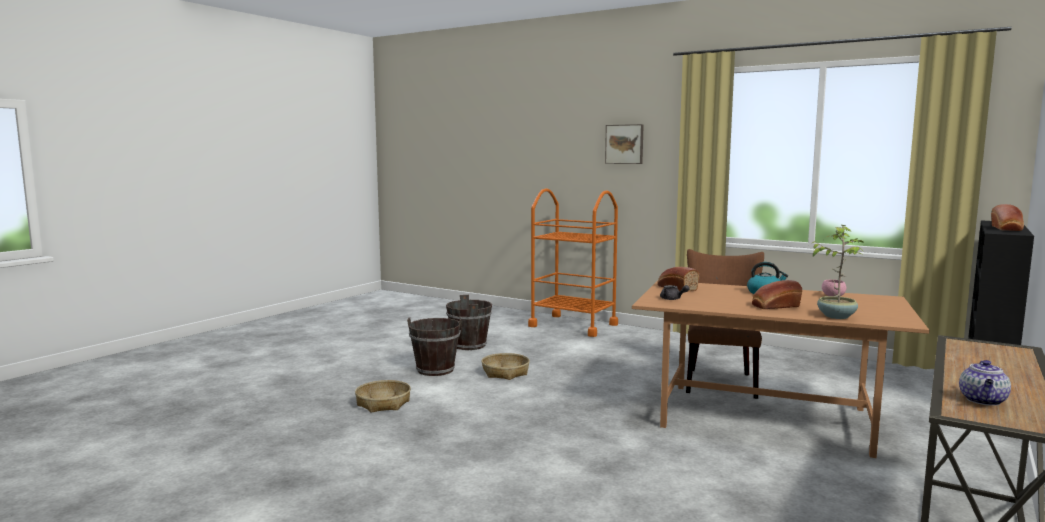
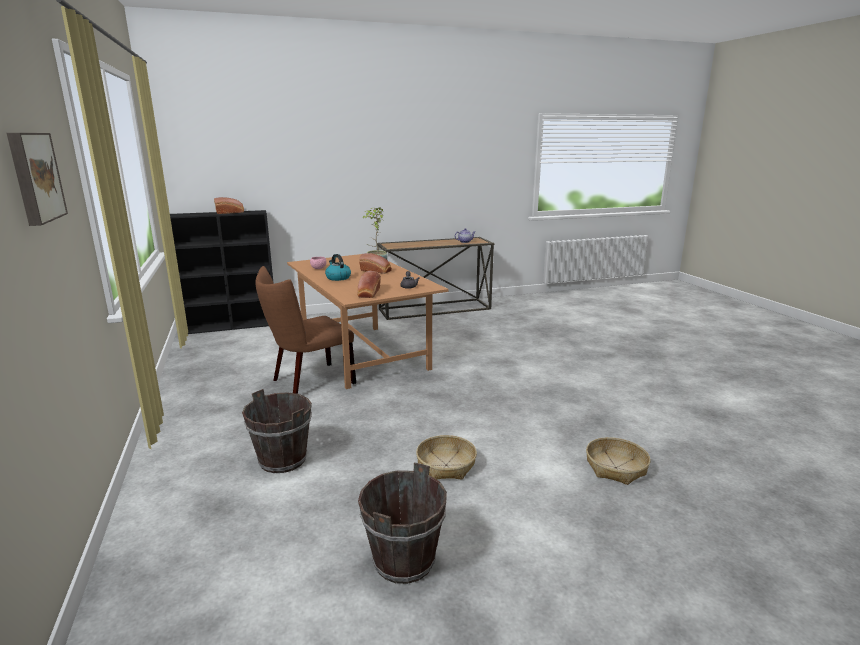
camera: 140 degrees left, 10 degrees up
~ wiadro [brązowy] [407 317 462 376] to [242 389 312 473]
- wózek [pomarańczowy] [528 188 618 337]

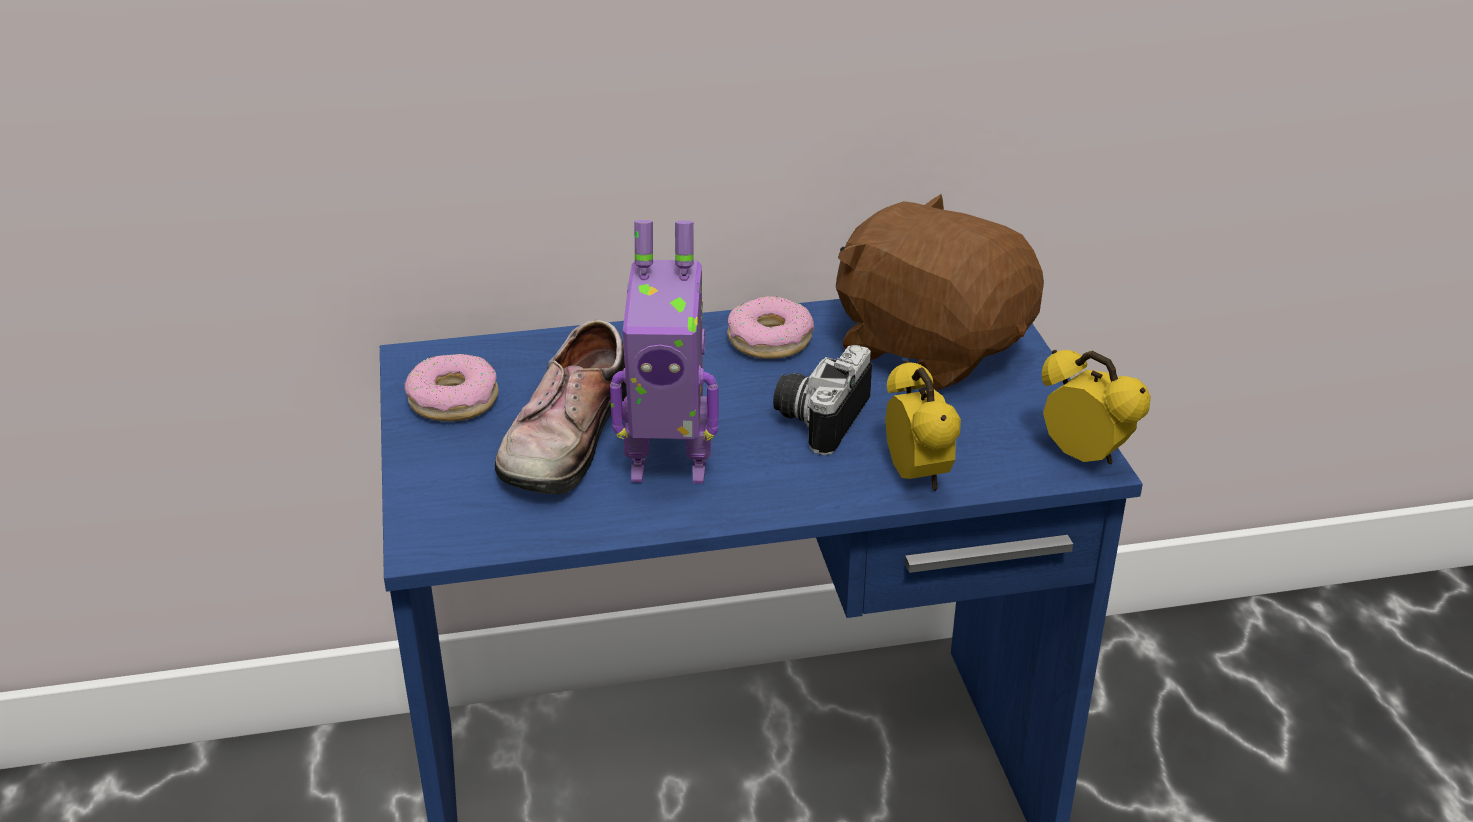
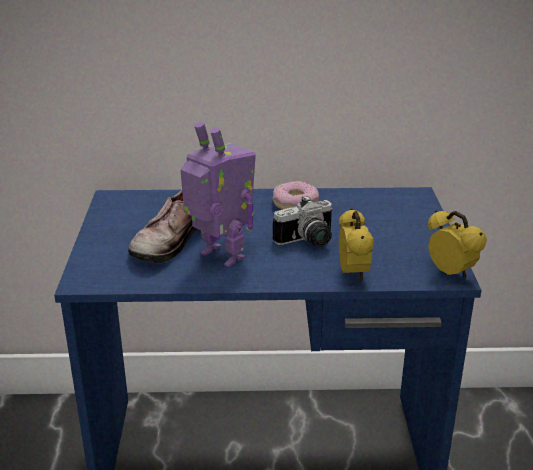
camera: 10 degrees right, 5 degrees down
- donut [404 354 499 421]
~ robot zabawkowy [610 220 718 484] = [180 122 256 267] 150 degrees counterclockwise
~ aparat fotograficzny [773 345 872 455] = [273 195 333 247] 150 degrees counterclockwise
- pluszak [brązowy] [836 194 1044 390]

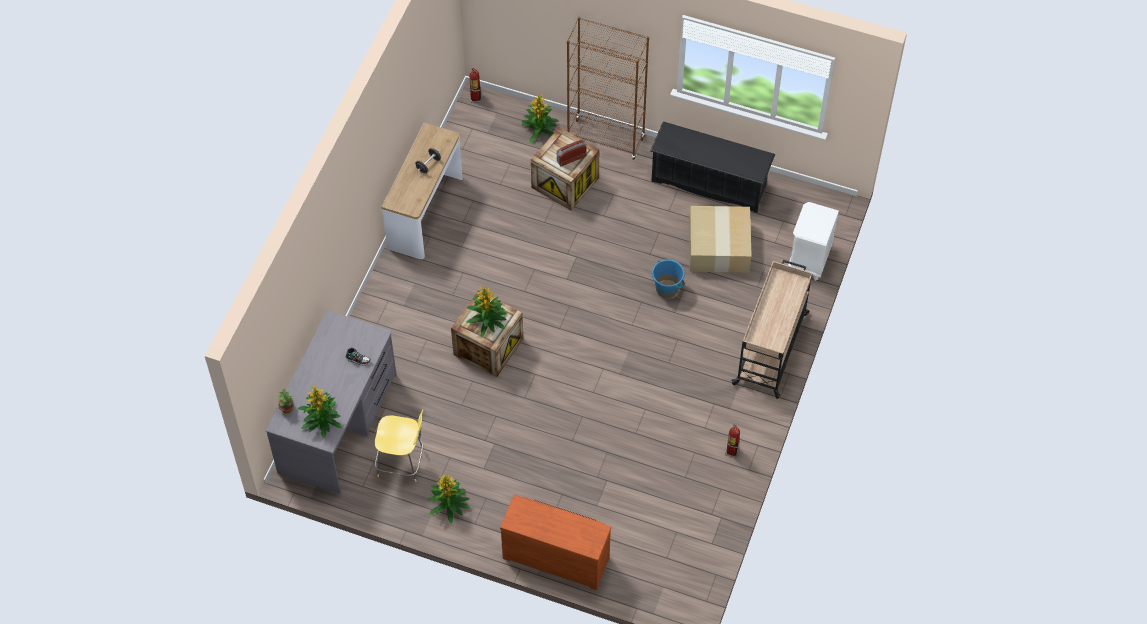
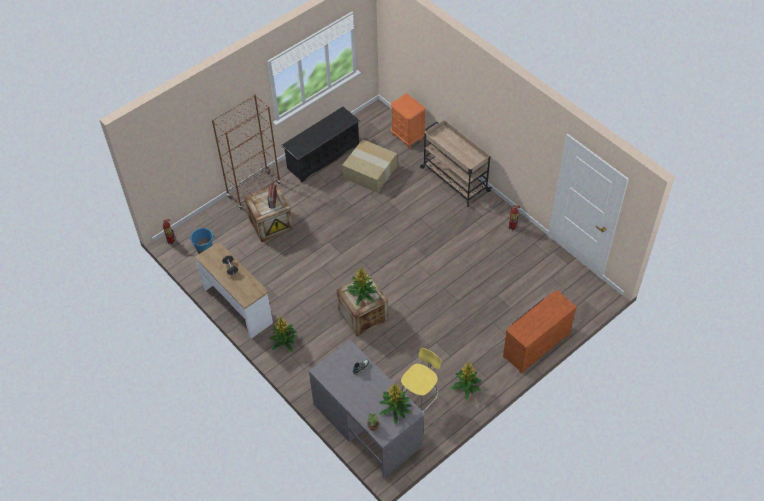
camera: 60 degrees left, 5 degrees down
~ roślina doniczkowa [521 93 559 143] to [269 316 298 352]
~ wiadro [niebieski] [652 259 685 298] to [189 228 215 254]
~ szafka nocna [biały] [788 202 839 281] to szafka nocna [pomarańczowy] [391 93 426 149]

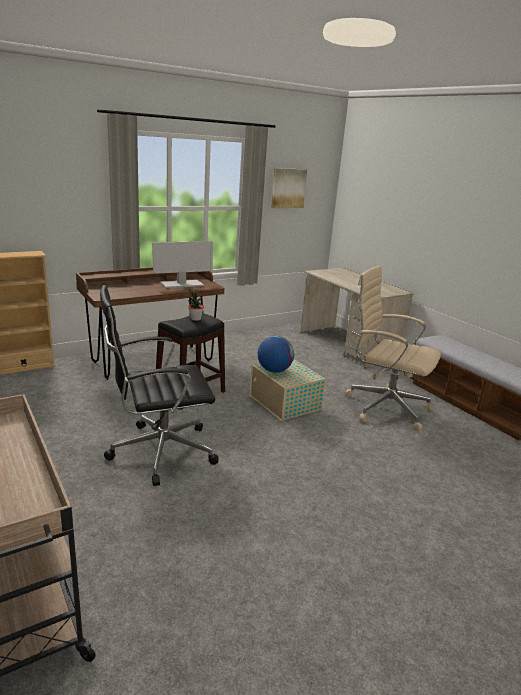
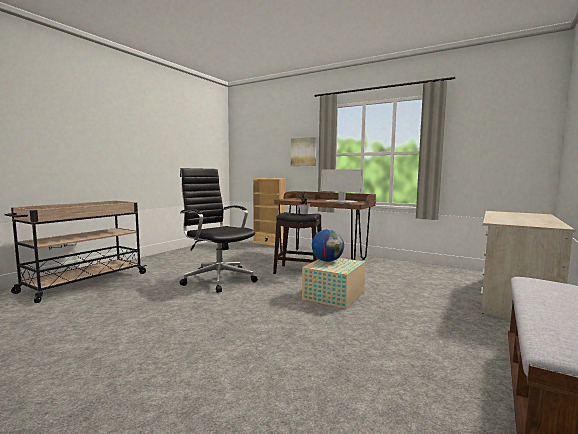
camera: 65 degrees right, 15 degrees down
~ obraz [271 168 307 208] to [291 137 316 166]
- krzesło biurowe [beżowy] [345 266 441 431]

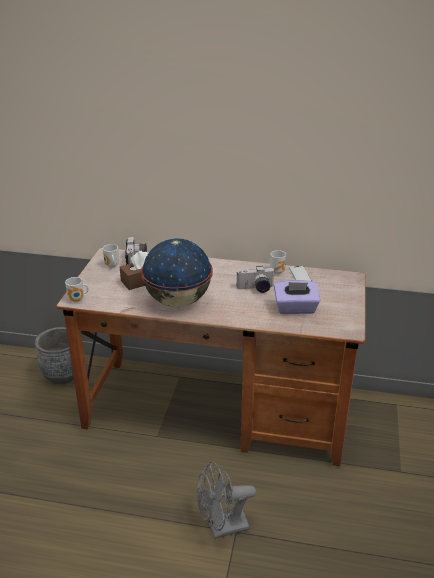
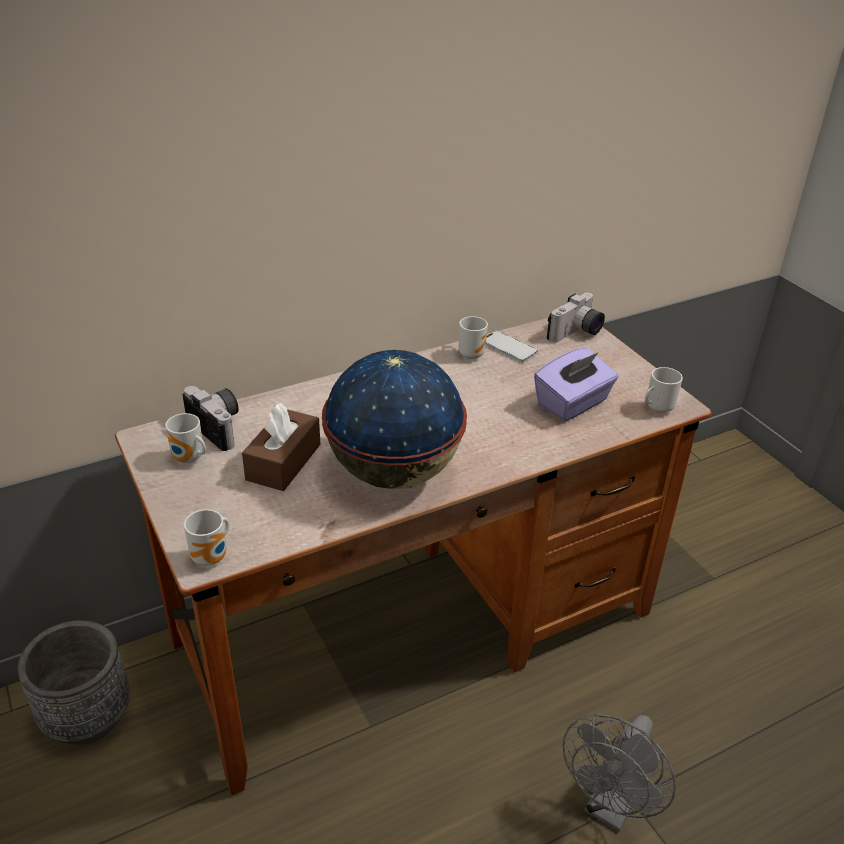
camera: 40 degrees left, 5 degrees up
~ aparat fotograficzny [237 266 274 293] to [547 293 605 343]
+ kubek [645 367 683 413]

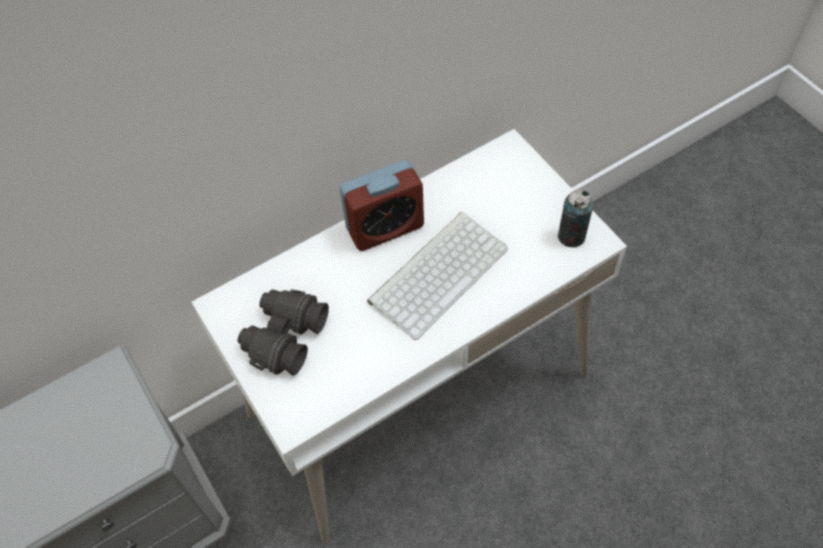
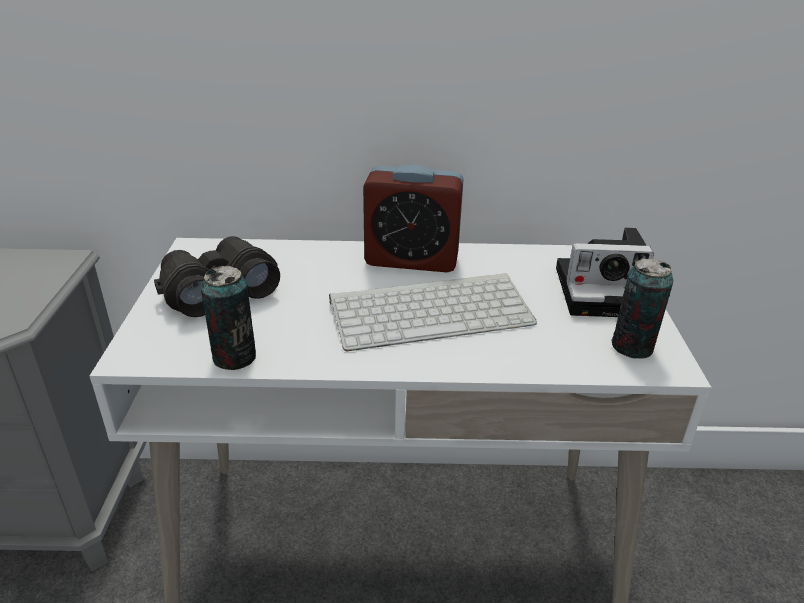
camera: 30 degrees right, 25 degrees down
+ puszka [201 266 256 370]
+ aparat fotograficzny [556 227 654 317]

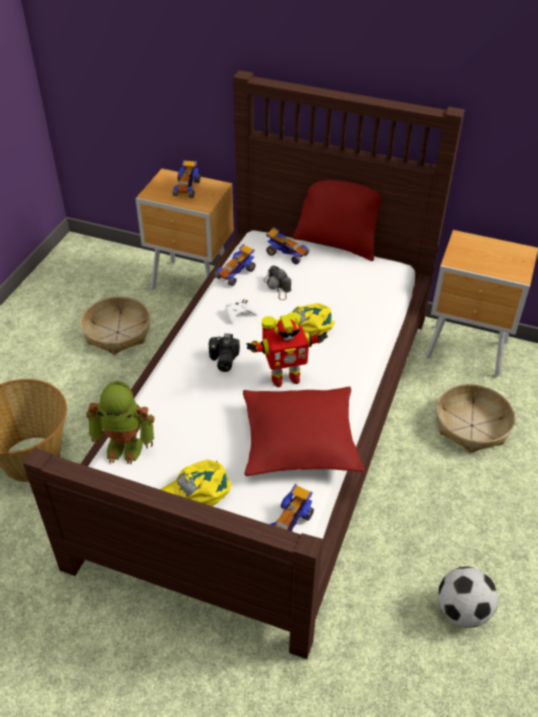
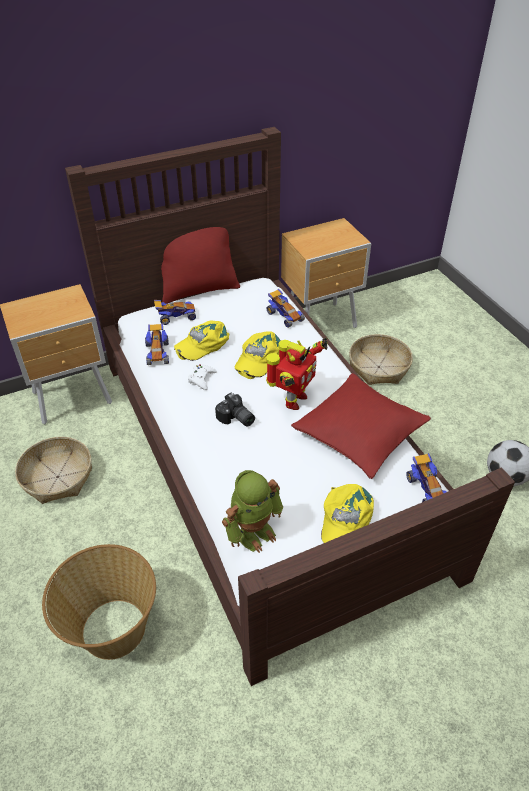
camera: 45 degrees left, 0 degrees up
~ samochodzik [173 160 200 198] to [266 289 305 328]
~ aparat fotograficzny [264 265 291 300] to czapka z daszkiem [żółty] [174 320 229 361]

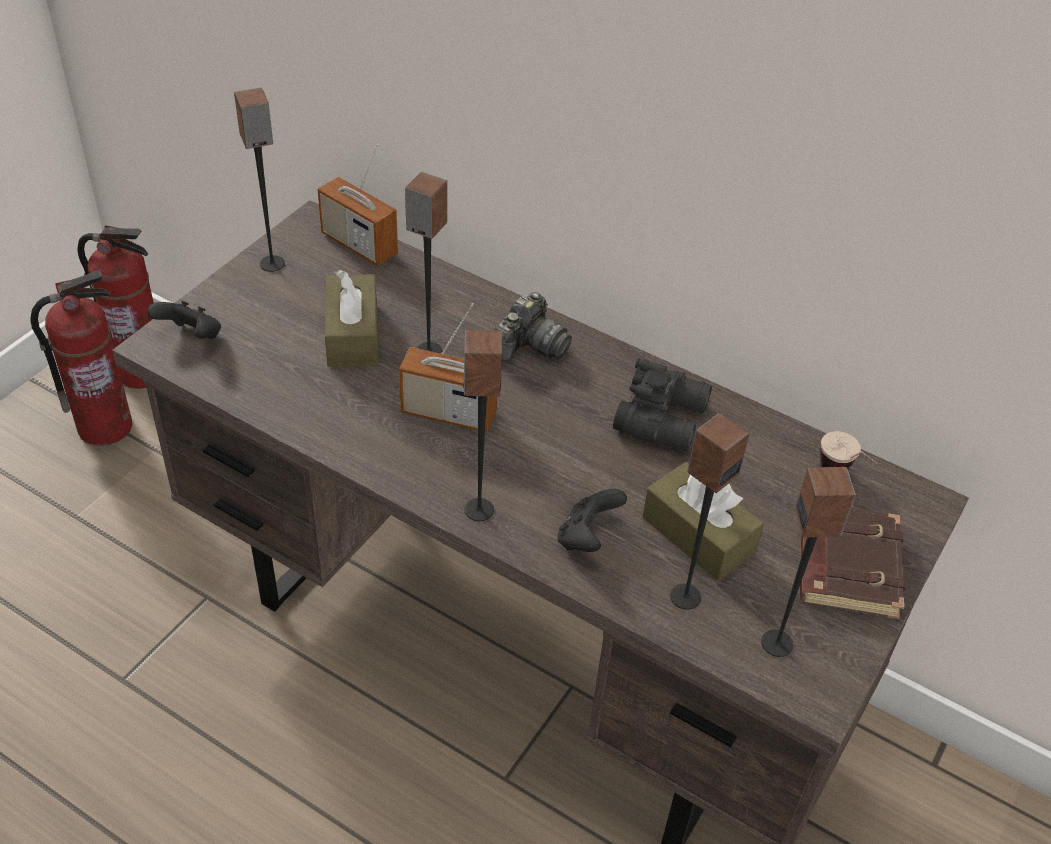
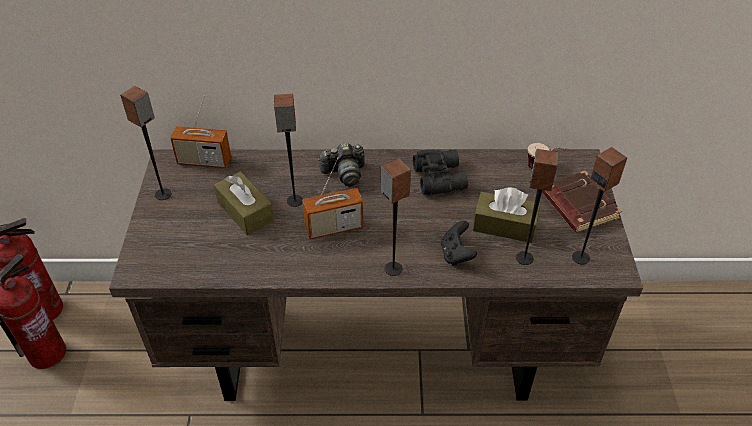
camera: 30 degrees left, 0 degrees up
- pad do gier [czarny] [147 301 221 339]
~ aparat fotograficzny [494 292 572 361] = [318 143 365 186] 75 degrees clockwise

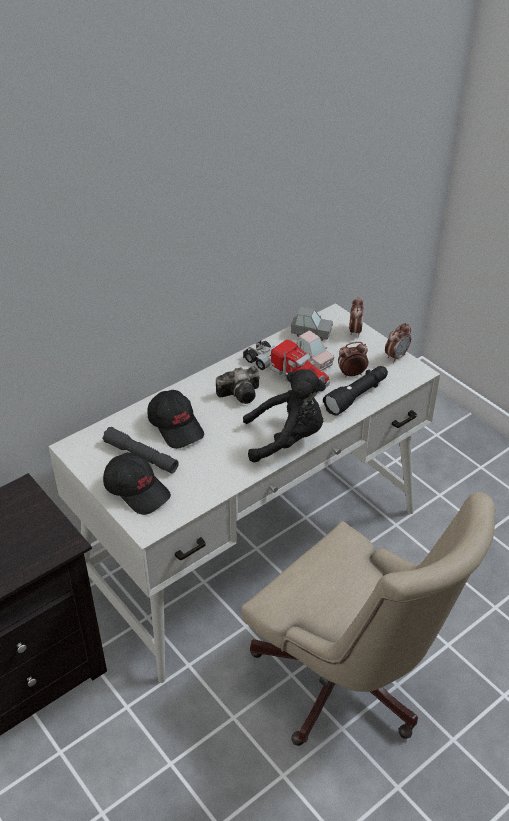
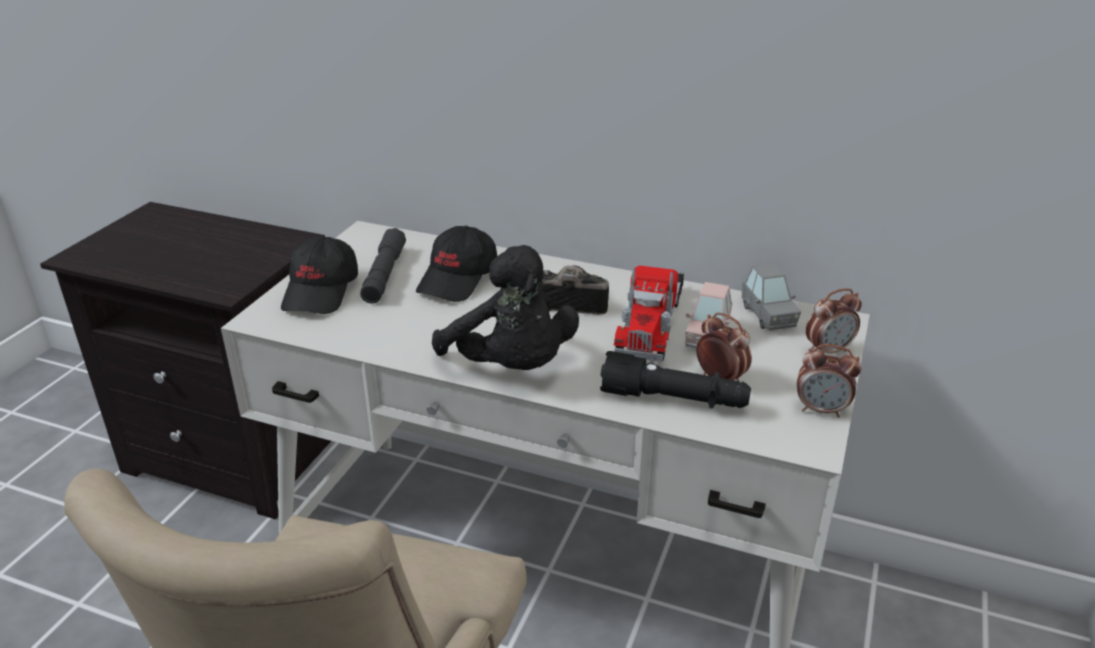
camera: 60 degrees right, 10 degrees down
~ aparat fotograficzny [216 366 260 404] = [539 265 609 315] 150 degrees clockwise

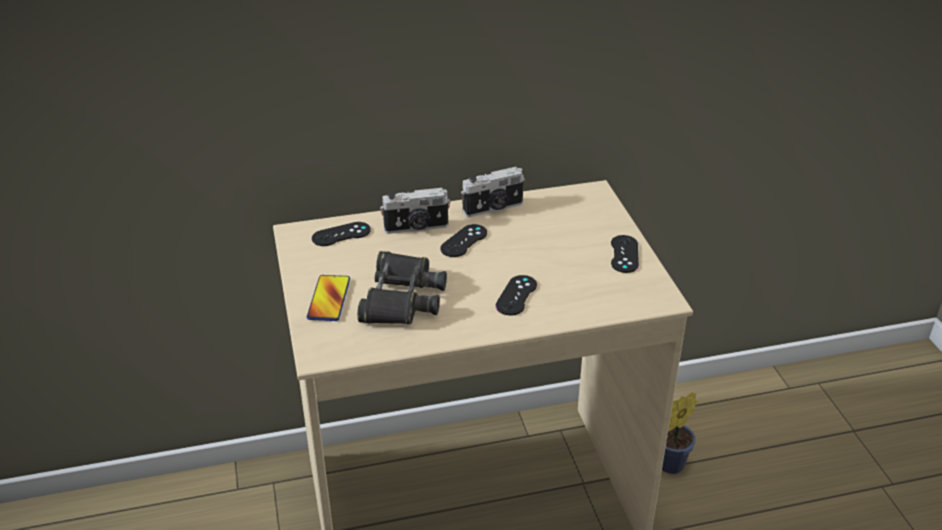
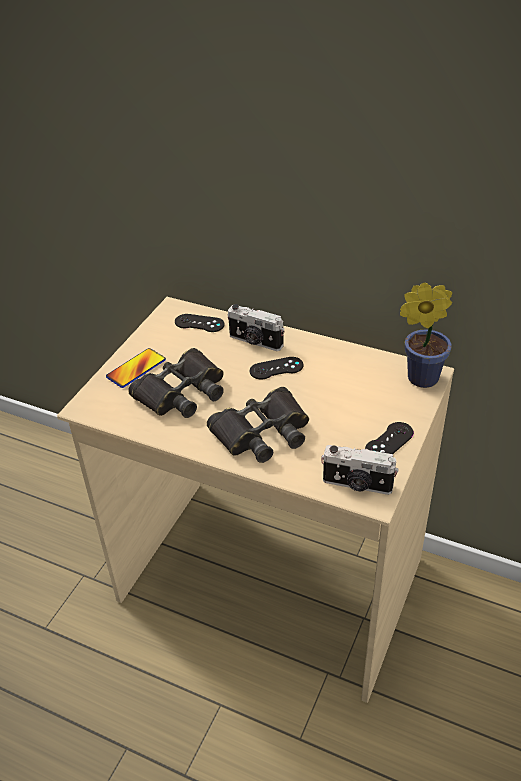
camera: 40 degrees right, 5 degrees up
~ aparat fotograficzny [461 167 525 217] to [321 445 399 495]
~ pad do gier [czarny] [496 275 537 315] to lornetka [czarny] [207 387 309 463]
~ roślina doniczkowa [662 392 698 474] to [400 282 452 388]

